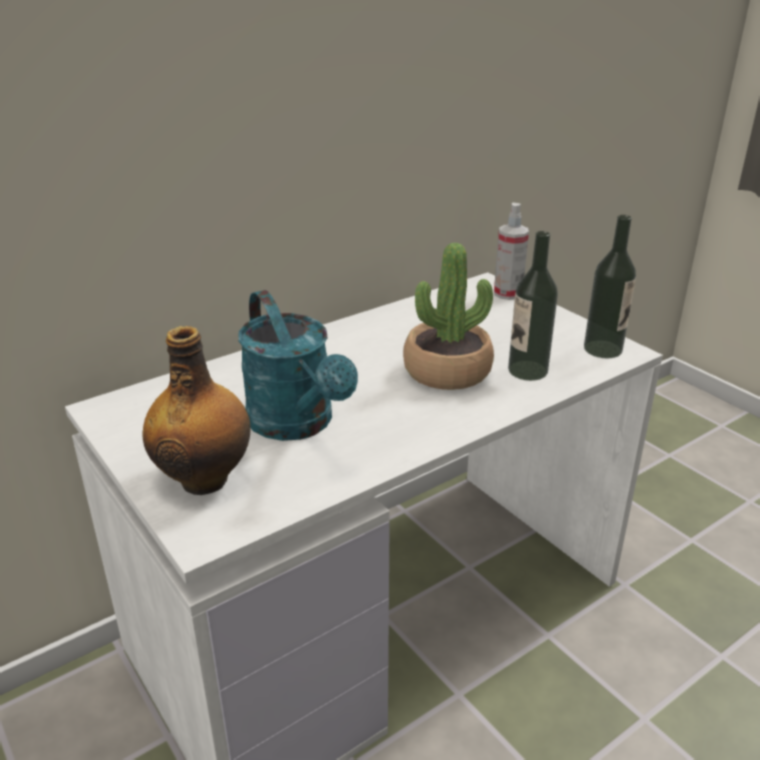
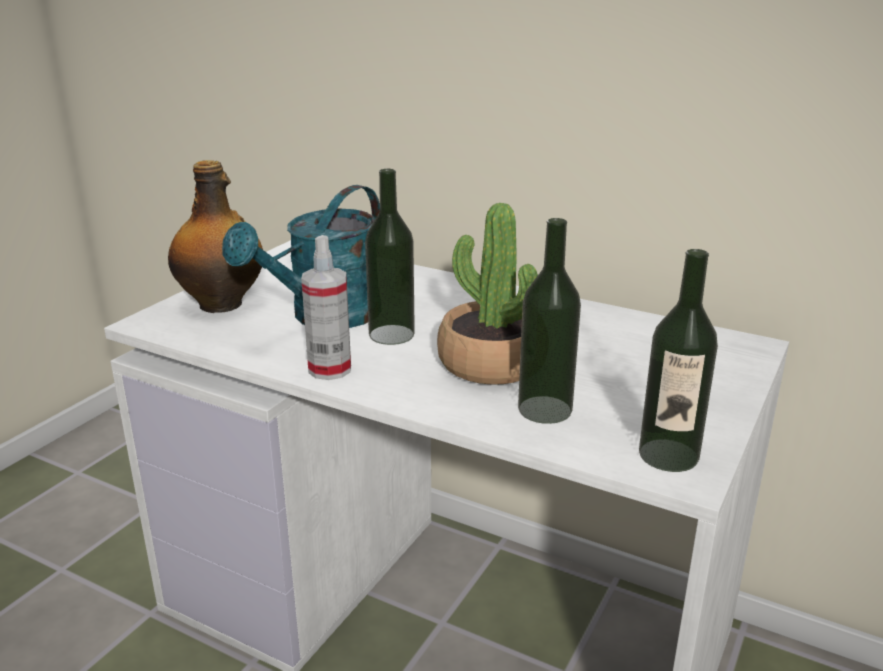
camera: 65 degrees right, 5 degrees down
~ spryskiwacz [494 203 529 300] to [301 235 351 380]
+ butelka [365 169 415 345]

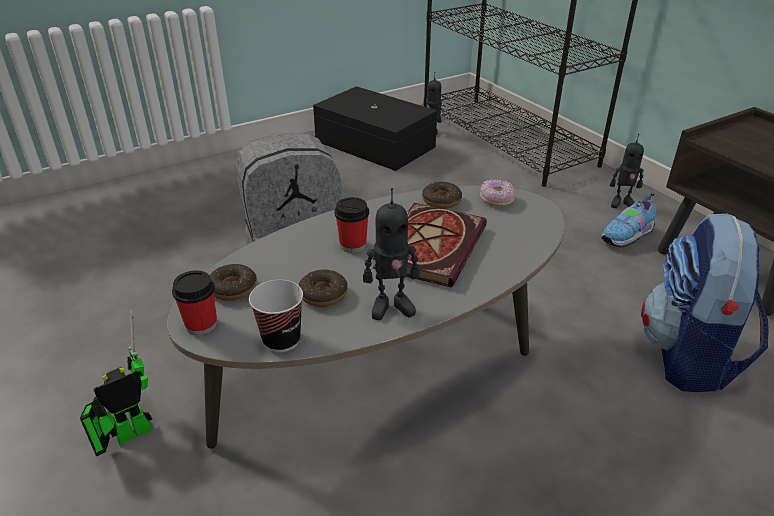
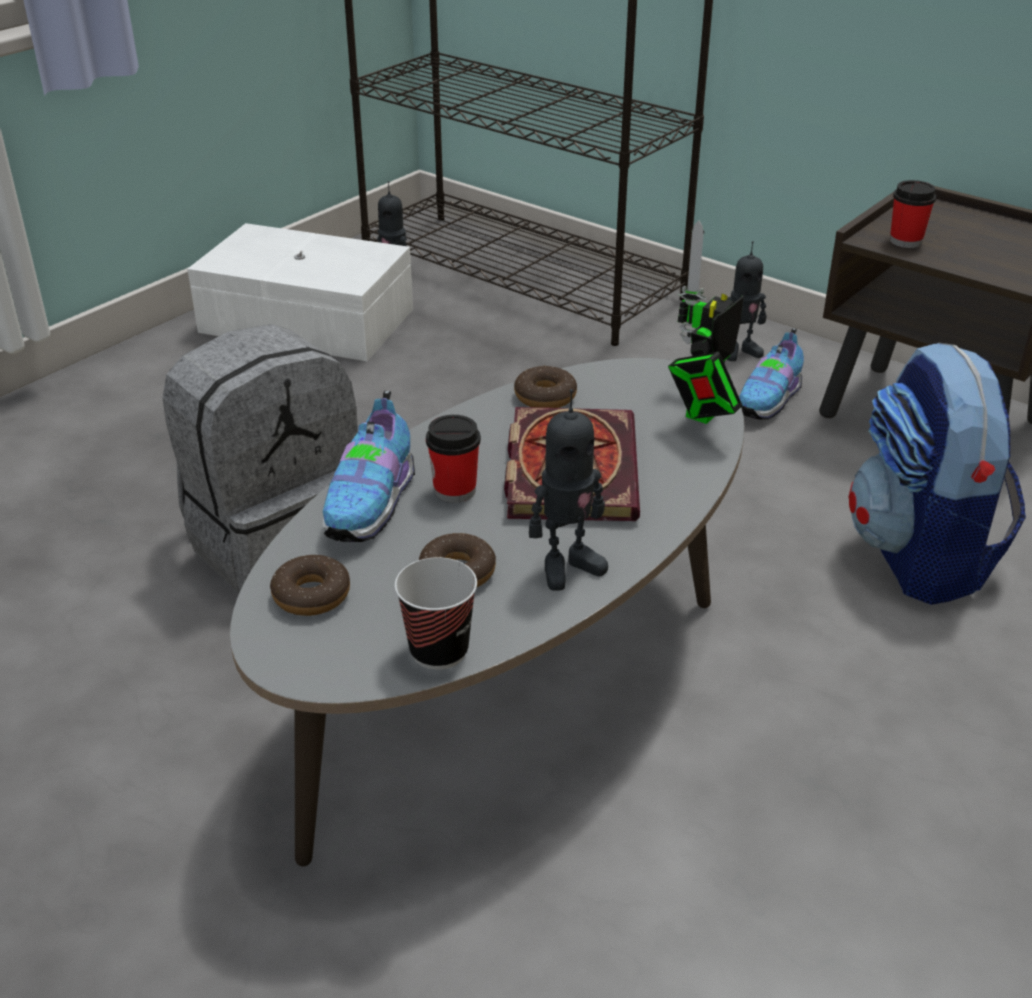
camera: 20 degrees left, 0 degrees up
~ robot zabawkowy [80 309 153 456] to [668 220 744 424]
~ filiżanka [172 270 217 336] to [890 180 936 248]
~ pojemnik do przechowywania [czarny] [313 86 437 171] to pojemnik do przechowywania [biały] [187 223 413 361]
- donut [480 179 515 206]
+ but [322 391 415 542]

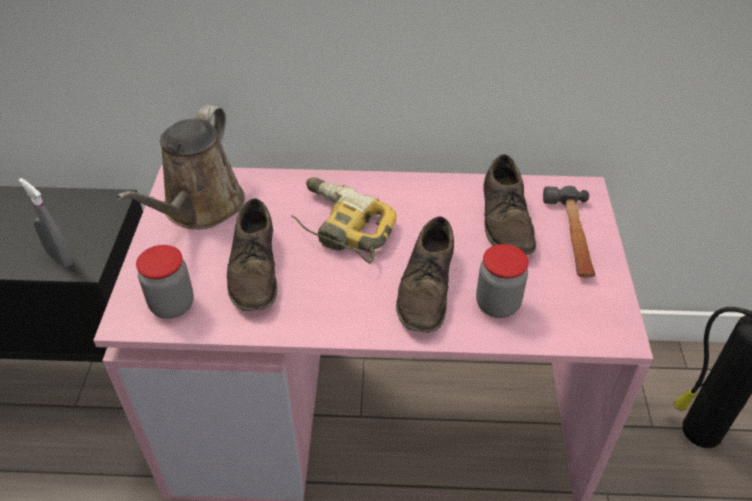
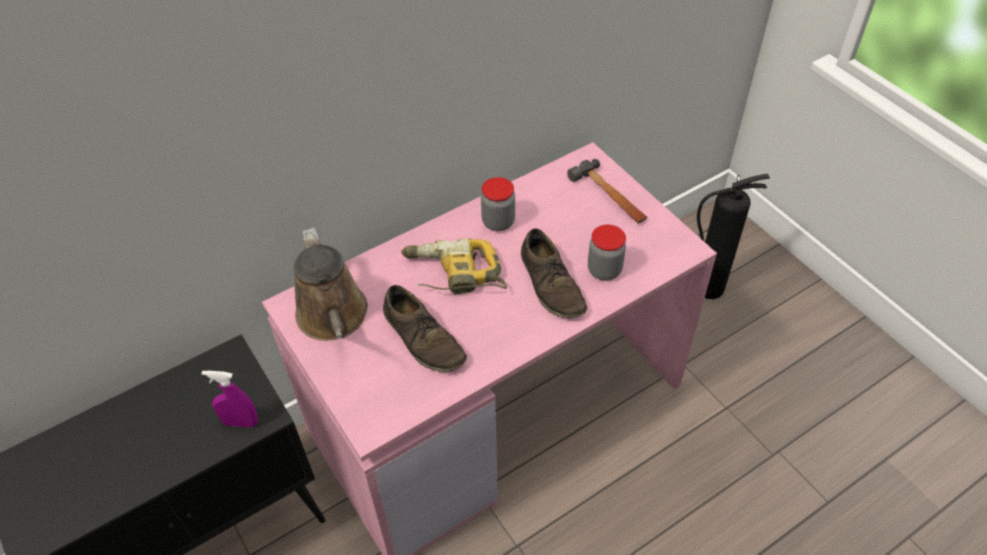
camera: 35 degrees left, 5 degrees up
~ spryskiwacz [szary] [19 178 74 267] to spryskiwacz [fioletowy] [202 371 258 427]
~ słoik [136 245 194 319] to [481 177 515 231]
- but [brązowy] [483 154 536 255]

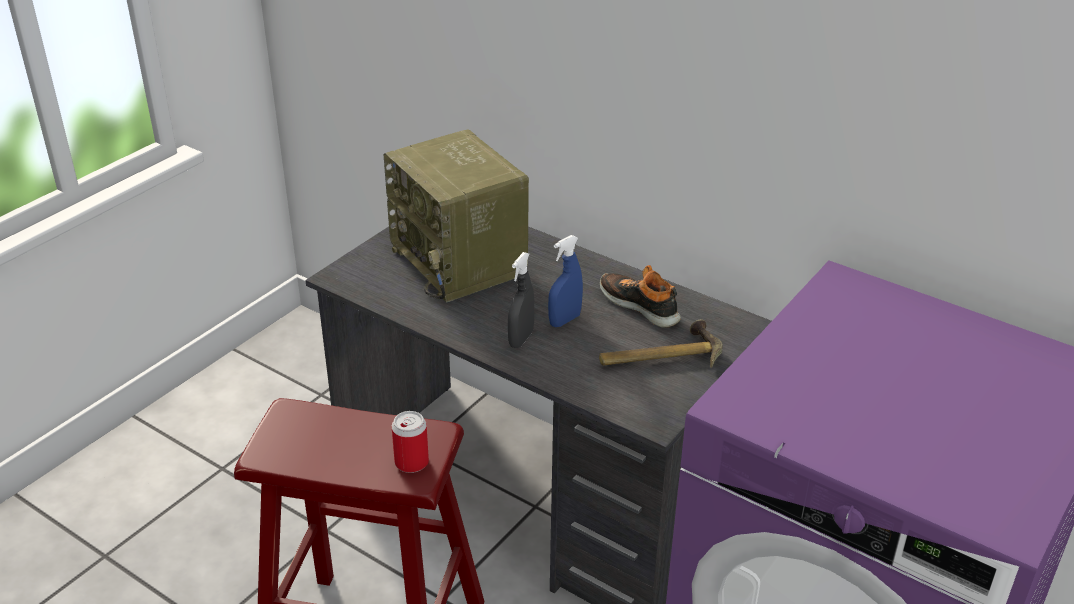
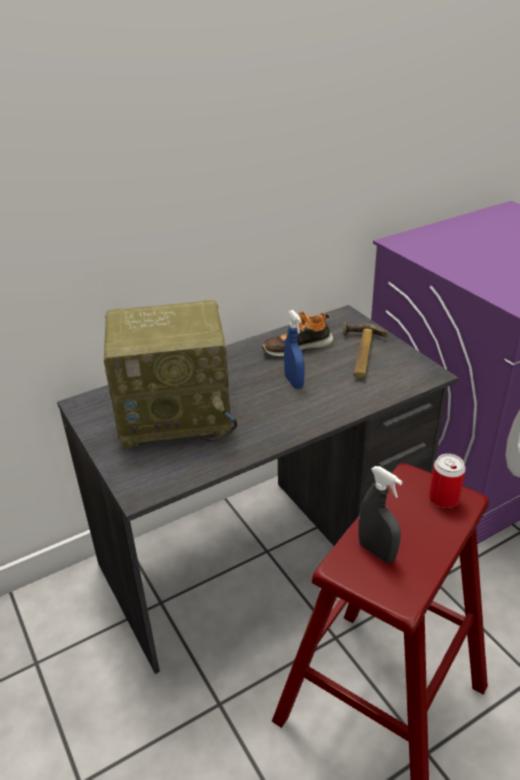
camera: 65 degrees left, 0 degrees up
~ spryskiwacz [szary] [508 252 534 348] to [358 466 403 563]

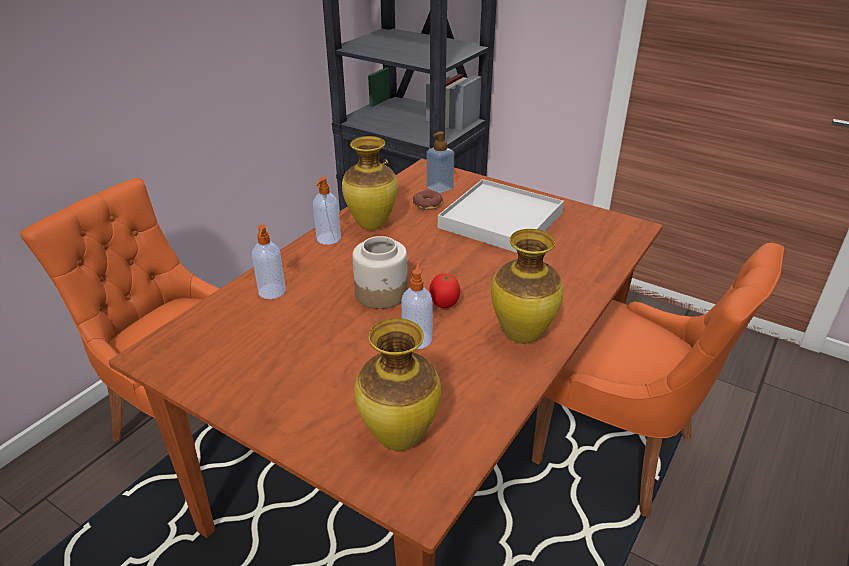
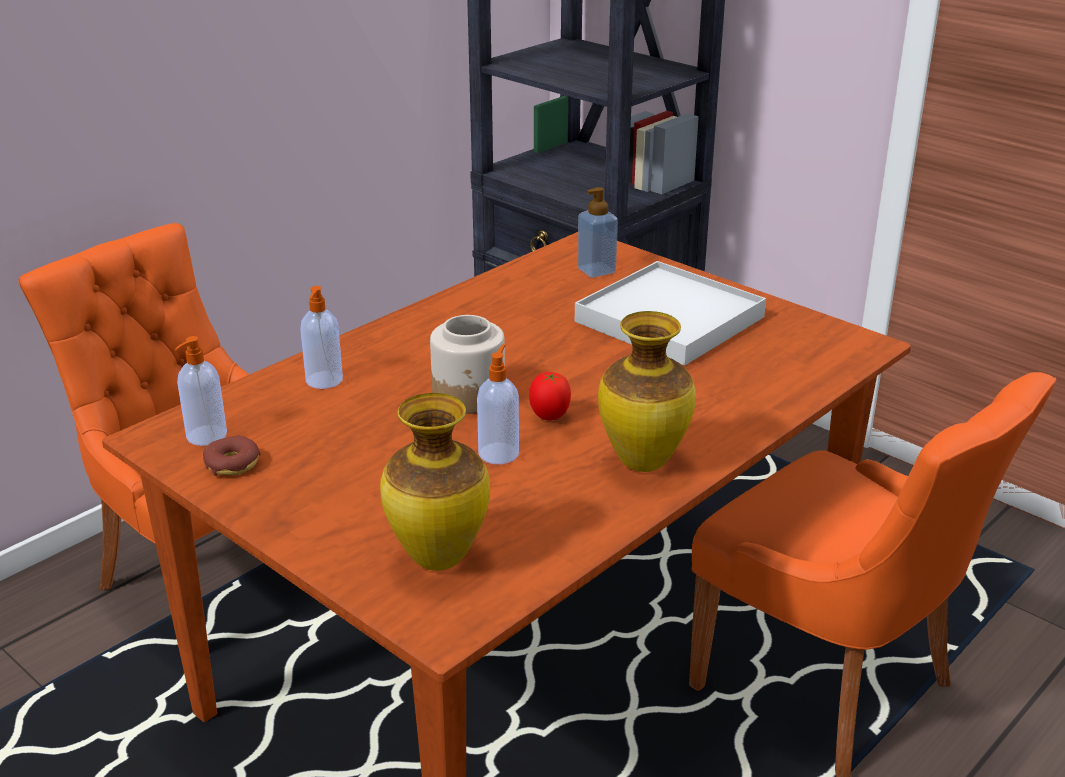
camera: 10 degrees right, 5 degrees down
~ dozownik mydła [313 177 341 245] to [174 336 227 446]
- wazon [342 136 398 230]
~ donut [413 190 443 210] to [203 436 261 476]

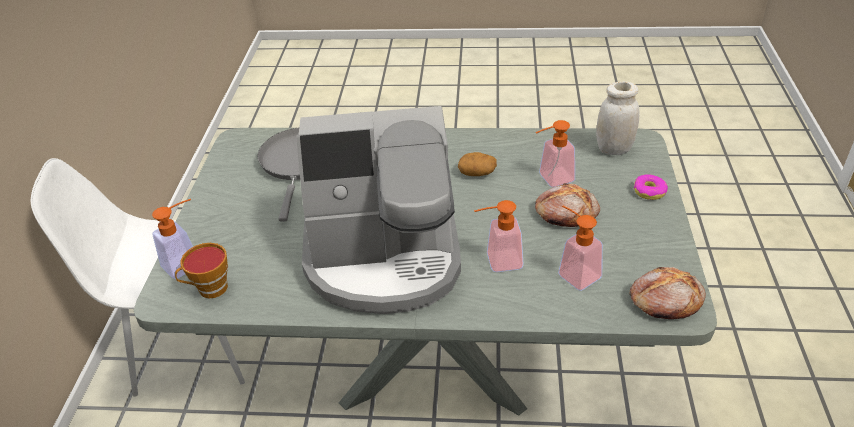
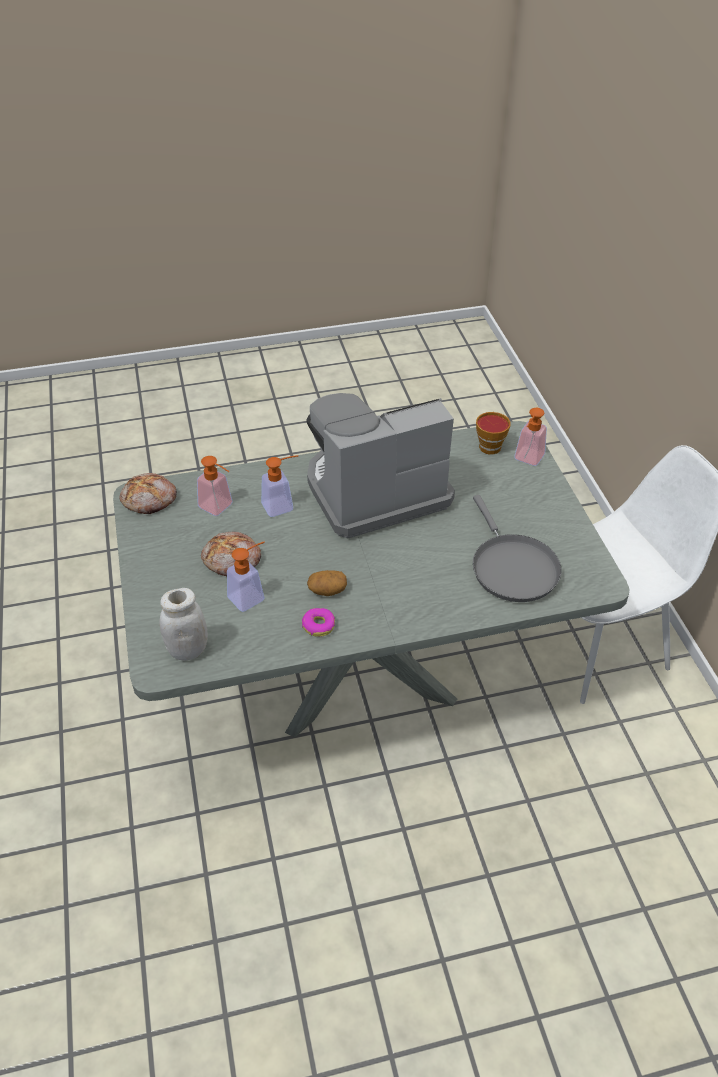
camera: 160 degrees right, 5 degrees up
~ donut [634 174 668 200] to [302 608 335 637]

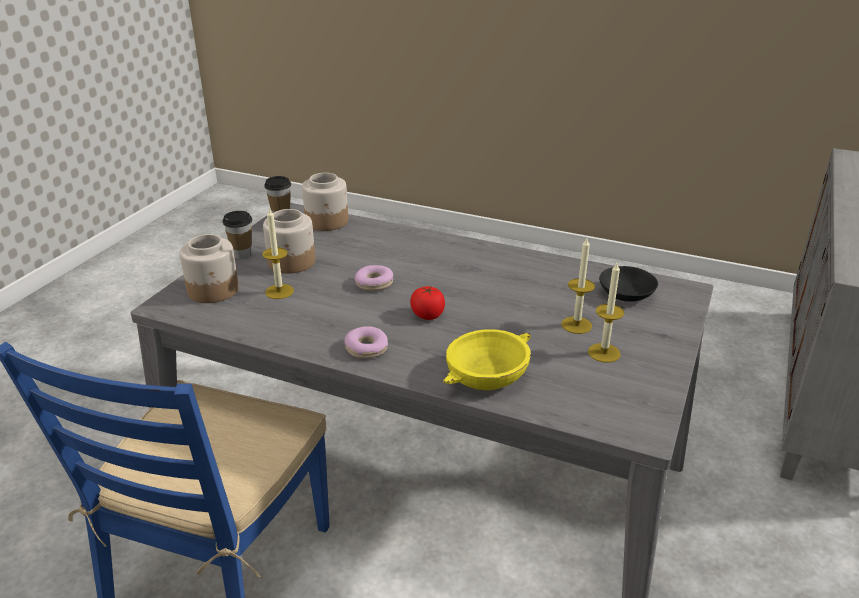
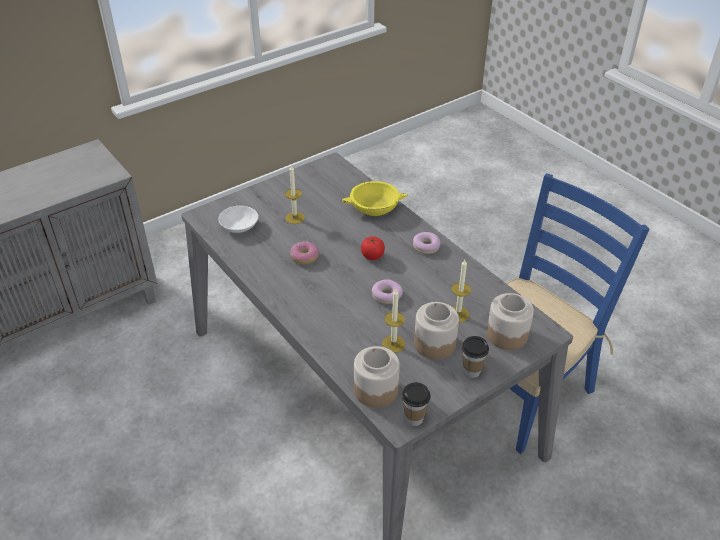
camera: 150 degrees left, 10 degrees up
~ świeca [588 263 625 363] to [382 289 405 353]
~ miska [czarny] [599 266 658 302] to miska [biały] [218 206 258 233]
+ donut [290 241 319 264]

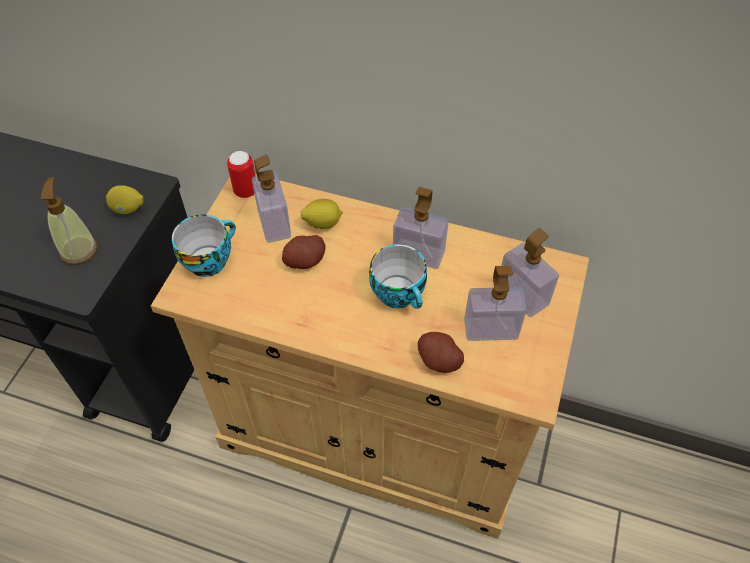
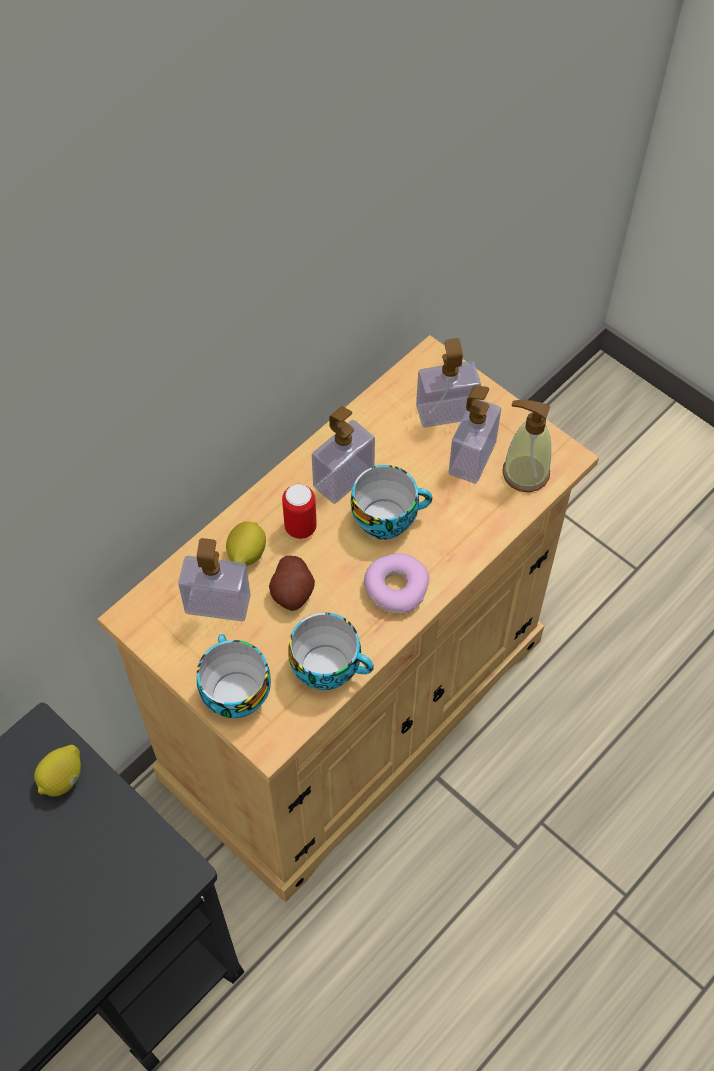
camera: 65 degrees left, 5 degrees up
~ dozownik mydła [41 177 97 265] to [502 400 551 492]
~ puszka [227 151 255 198] to [282 484 317 539]
- ziemniak [418 332 464 373]
+ filiżanka [288 612 374 690]
+ donut [364 553 429 614]

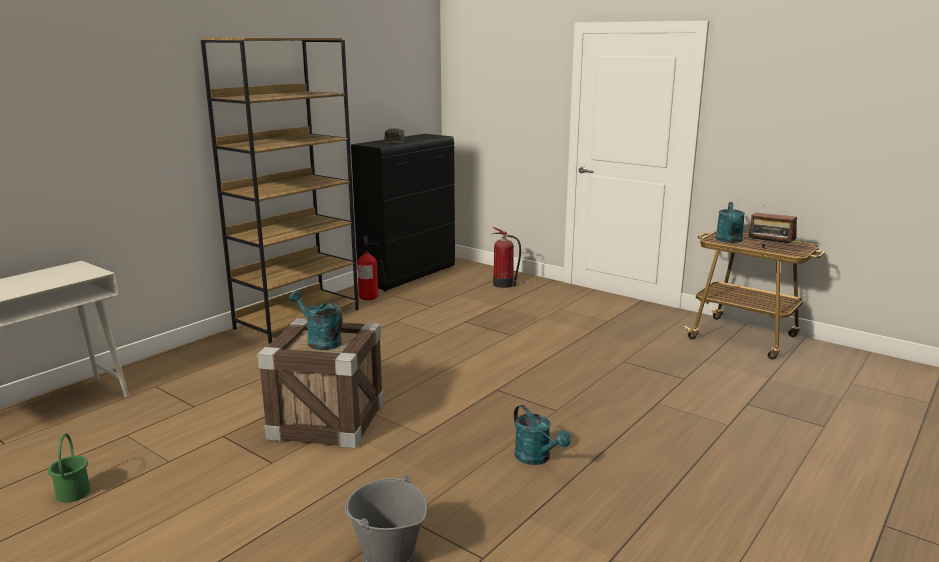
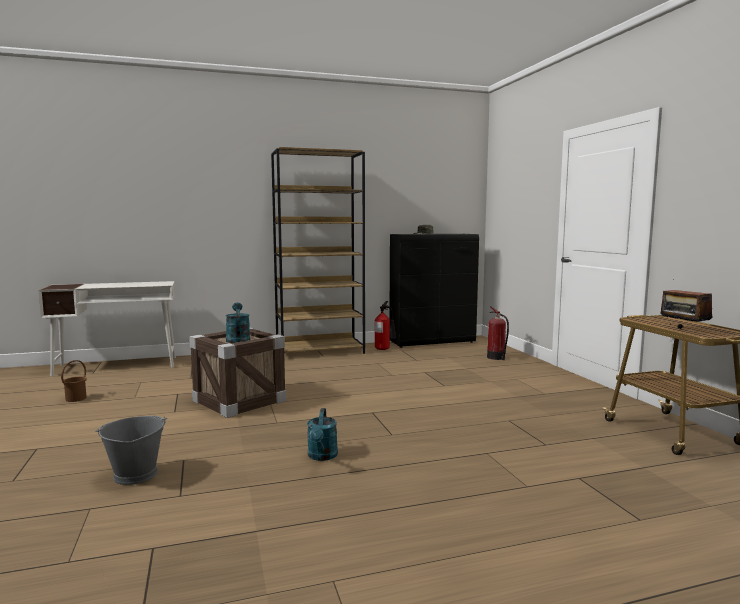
camera: 35 degrees right, 10 degrees down
~ wiadro [zielony] [48 434 90 503] to wiadro [brązowy] [61 360 87 402]
- konewka [turkusowy] [716 202 745 243]

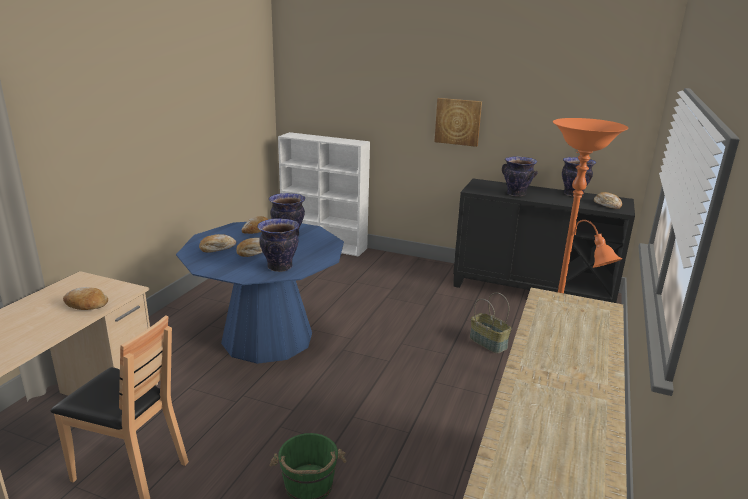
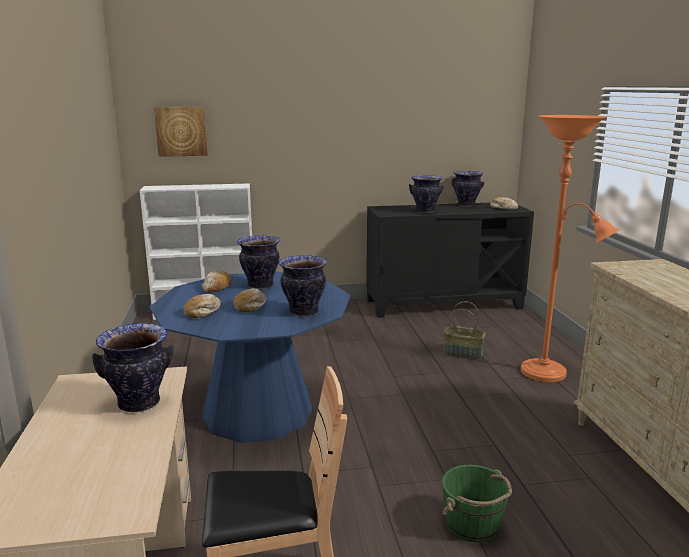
camera: 30 degrees left, 5 degrees down
~ chleb [63 287 108 310] to wazon [92 323 174 412]
~ obraz [435 98 482 147] to [154 107 208 157]

